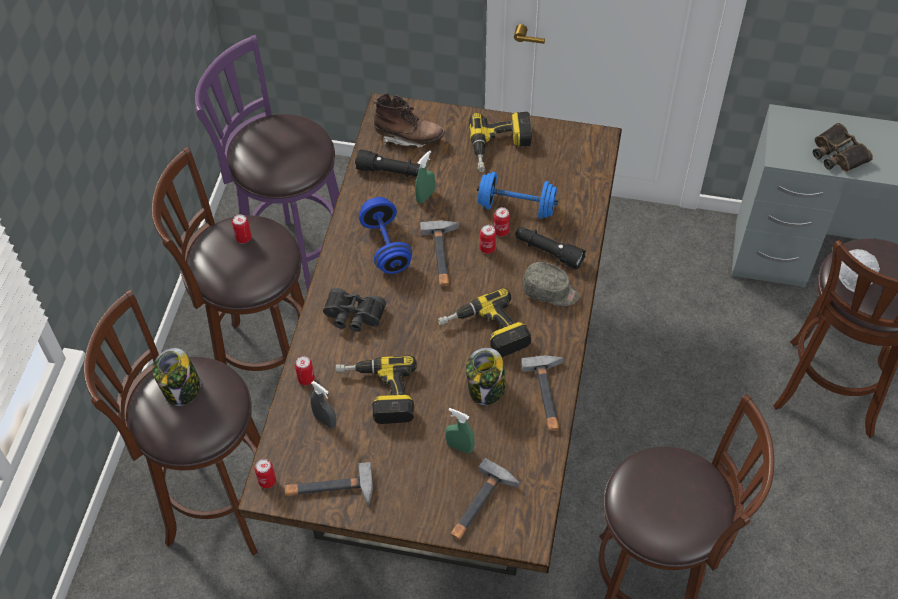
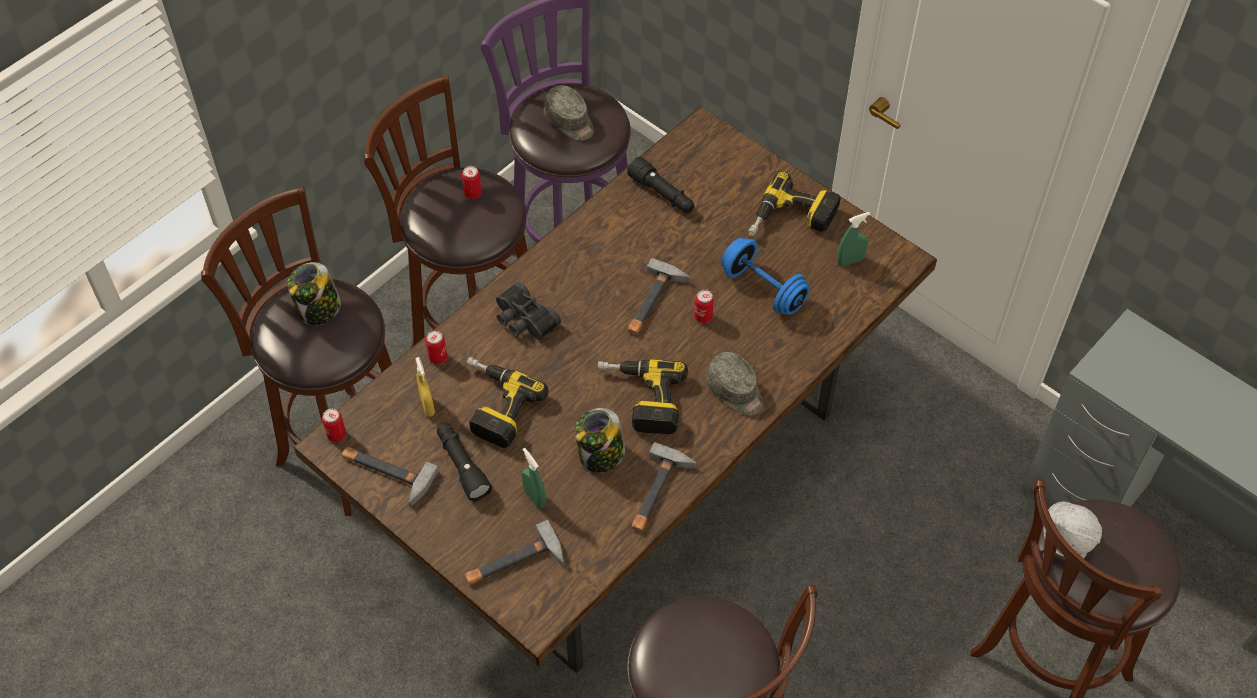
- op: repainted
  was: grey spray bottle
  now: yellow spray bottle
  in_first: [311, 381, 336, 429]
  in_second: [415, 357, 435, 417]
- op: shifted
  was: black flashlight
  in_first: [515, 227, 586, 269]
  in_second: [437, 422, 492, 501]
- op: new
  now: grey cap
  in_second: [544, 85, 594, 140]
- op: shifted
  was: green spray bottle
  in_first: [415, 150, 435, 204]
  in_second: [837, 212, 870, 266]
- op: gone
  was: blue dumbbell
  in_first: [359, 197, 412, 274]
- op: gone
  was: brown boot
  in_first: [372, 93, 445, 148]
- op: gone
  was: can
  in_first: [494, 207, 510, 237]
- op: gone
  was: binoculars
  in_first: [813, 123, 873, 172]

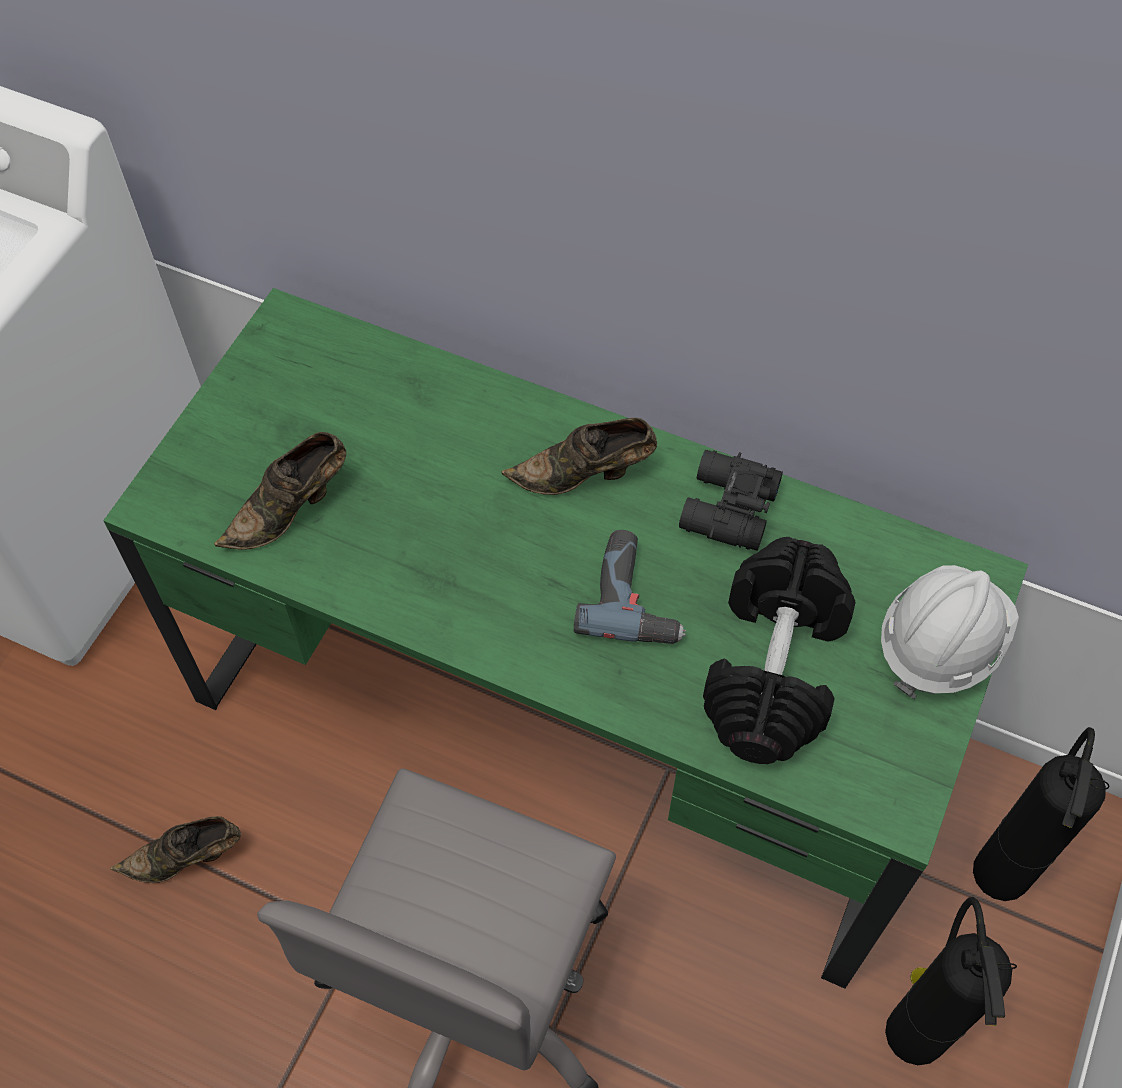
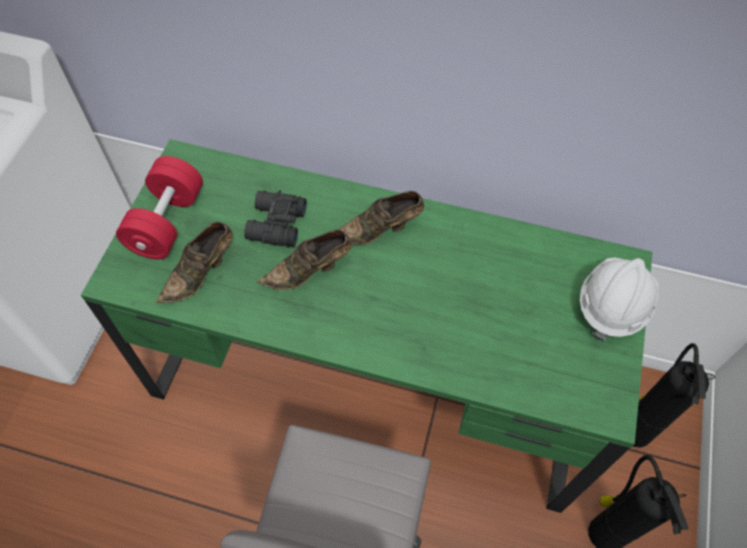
- op: new
  now: red dumbbell
  in_second: [116, 156, 203, 259]
- op: shifted
  was: black binoculars
  in_first: [679, 450, 783, 551]
  in_second: [244, 190, 307, 247]
- op: shifted
  was: brown shoe
  in_first: [110, 816, 241, 883]
  in_second: [257, 230, 352, 290]
- op: gone
  was: power drill
  in_first: [574, 530, 686, 644]
- op: gone
  was: black dumbbell
  in_first: [703, 537, 856, 764]

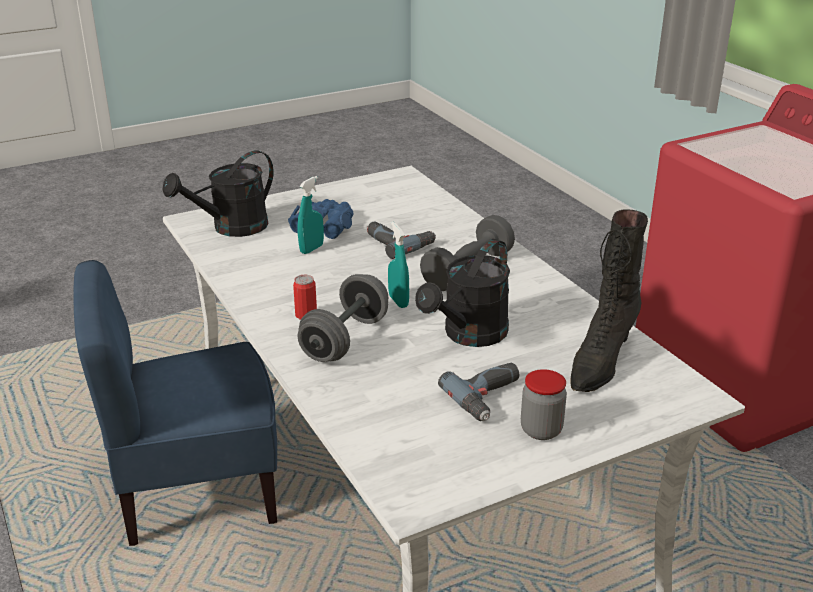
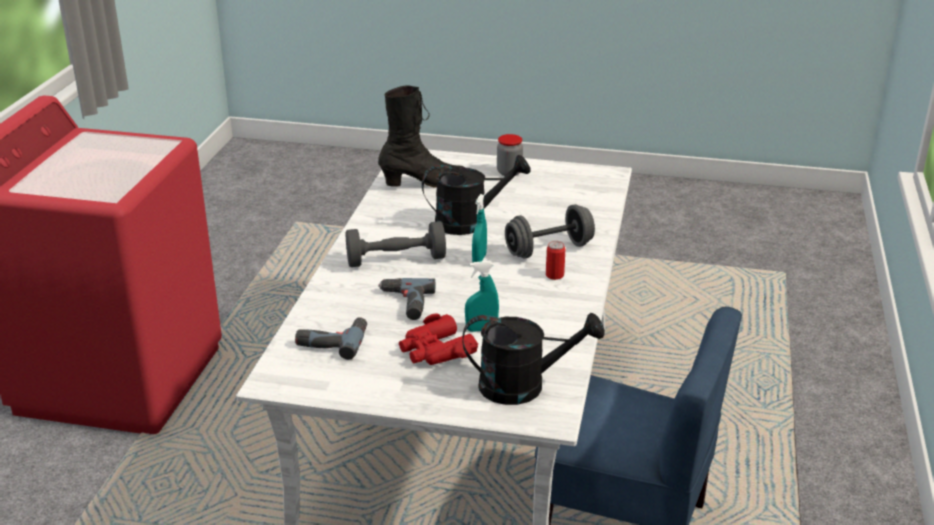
- op: shifted
  was: power drill
  in_first: [438, 362, 519, 421]
  in_second: [295, 317, 367, 360]
- op: repainted
  was: blue binoculars
  now: red binoculars
  in_first: [288, 199, 354, 239]
  in_second: [399, 313, 478, 365]

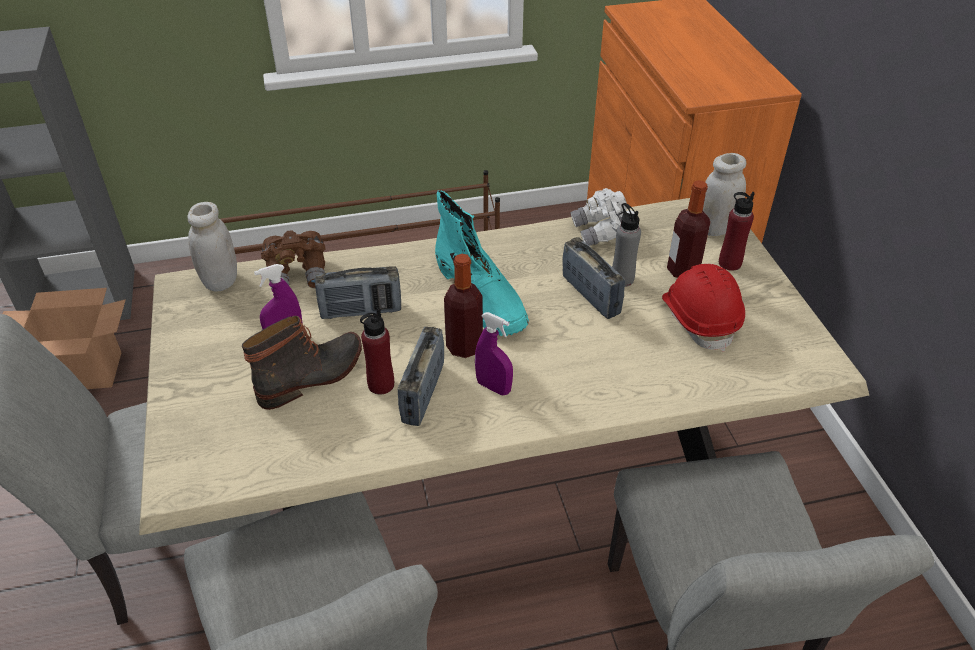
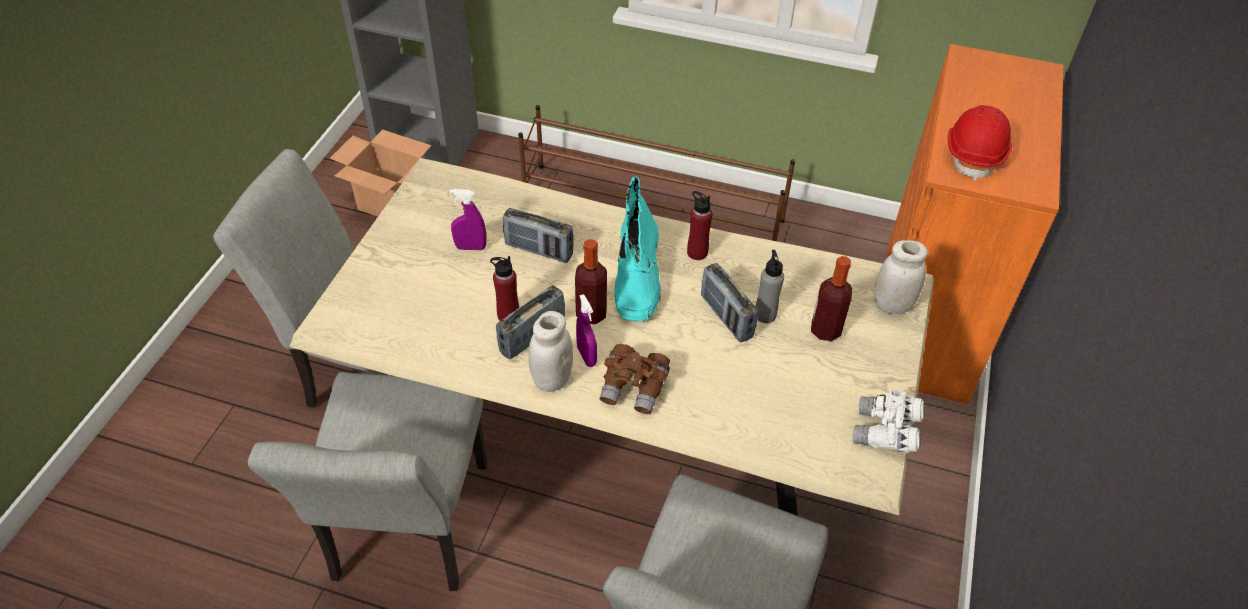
- op: shifted
  was: white jar
  in_first: [187, 202, 237, 292]
  in_second: [528, 311, 573, 392]
- op: shifted
  was: brown binoculars
  in_first: [261, 230, 325, 290]
  in_second: [600, 344, 670, 414]
- op: shifted
  was: red bottle
  in_first: [719, 192, 755, 271]
  in_second: [687, 191, 712, 260]
- op: rotated
  was: radio
  in_first: [562, 237, 625, 319]
  in_second: [701, 263, 758, 342]
  clockwise: 150
- op: shifted
  was: white binoculars
  in_first: [570, 188, 635, 246]
  in_second: [853, 390, 924, 453]
- op: shifted
  was: red hard hat
  in_first: [662, 264, 745, 352]
  in_second: [948, 105, 1012, 181]
- op: gone
  was: boot
  in_first: [242, 316, 362, 410]

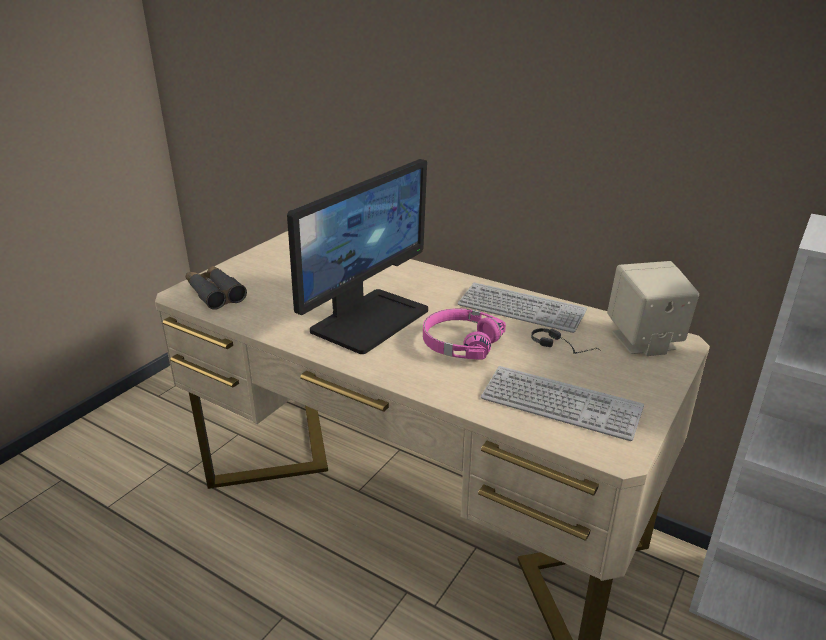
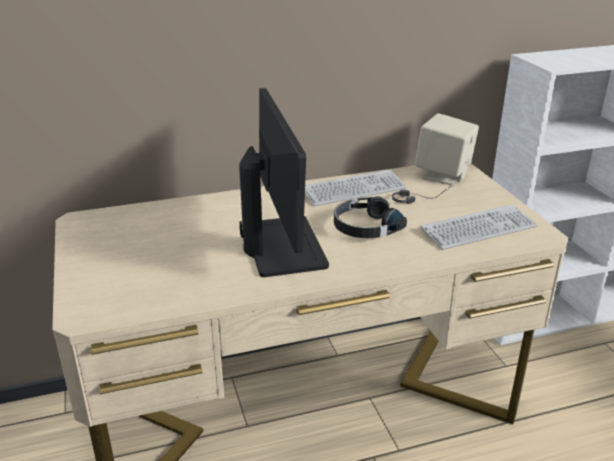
- op: repainted
  was: pink headphones
  now: black headphones
  in_first: [423, 308, 506, 360]
  in_second: [334, 196, 407, 238]
- op: gone
  was: grey binoculars
  in_first: [186, 266, 247, 310]

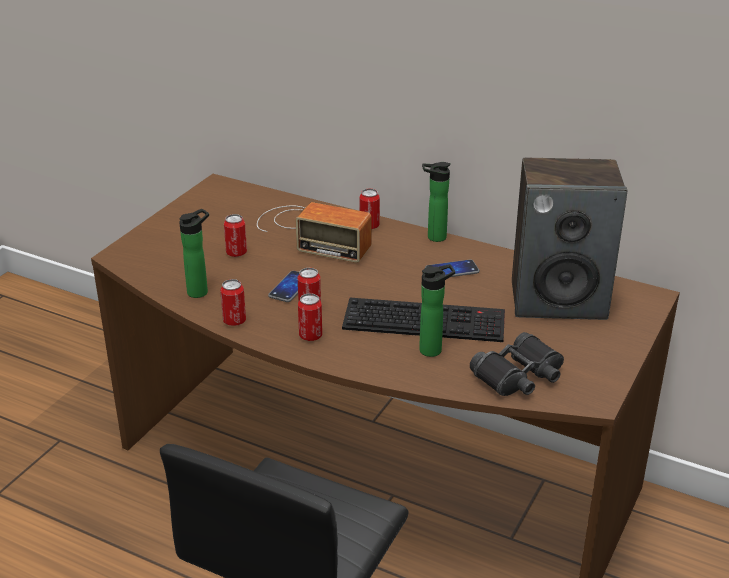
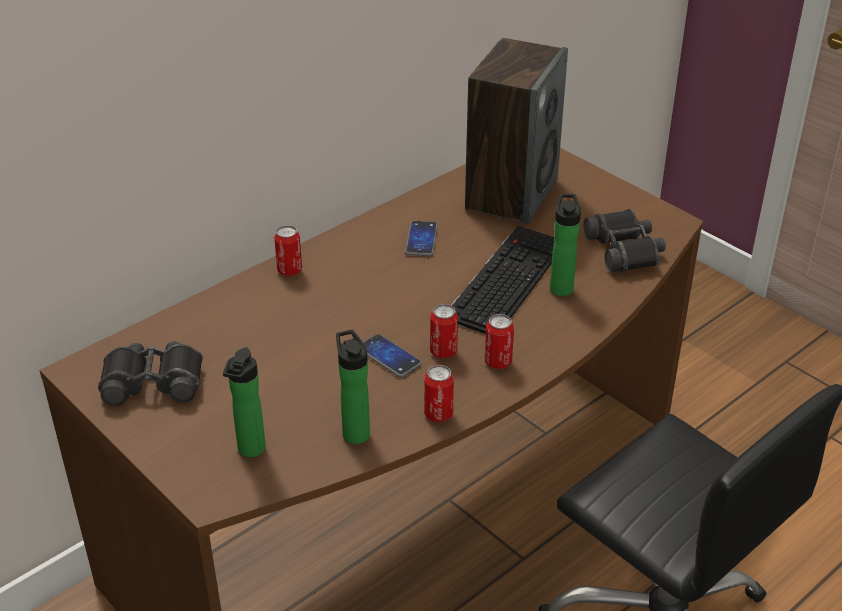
- op: new
  now: black binoculars
  in_second: [98, 341, 203, 406]
- op: shifted
  was: bottle
  in_first: [422, 162, 451, 242]
  in_second: [223, 347, 266, 457]
- op: gone
  was: can
  in_first: [224, 214, 247, 257]
- op: gone
  was: radio
  in_first: [257, 202, 372, 263]

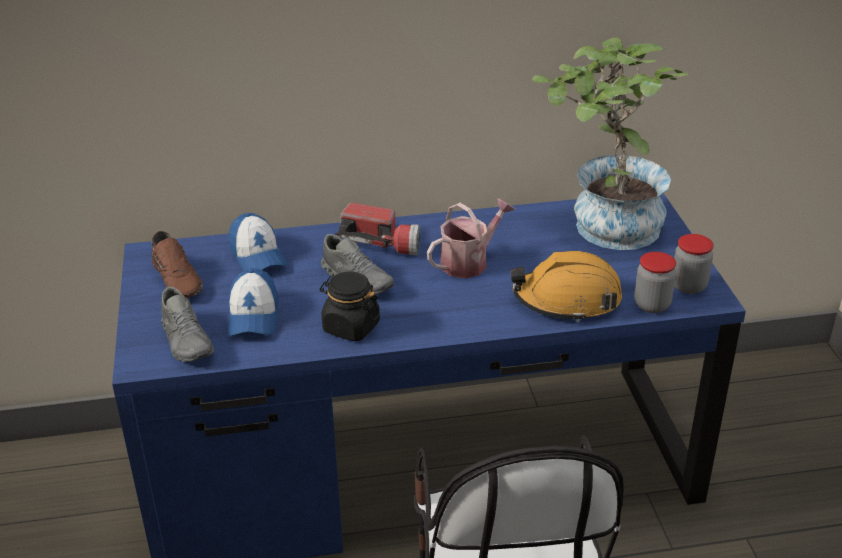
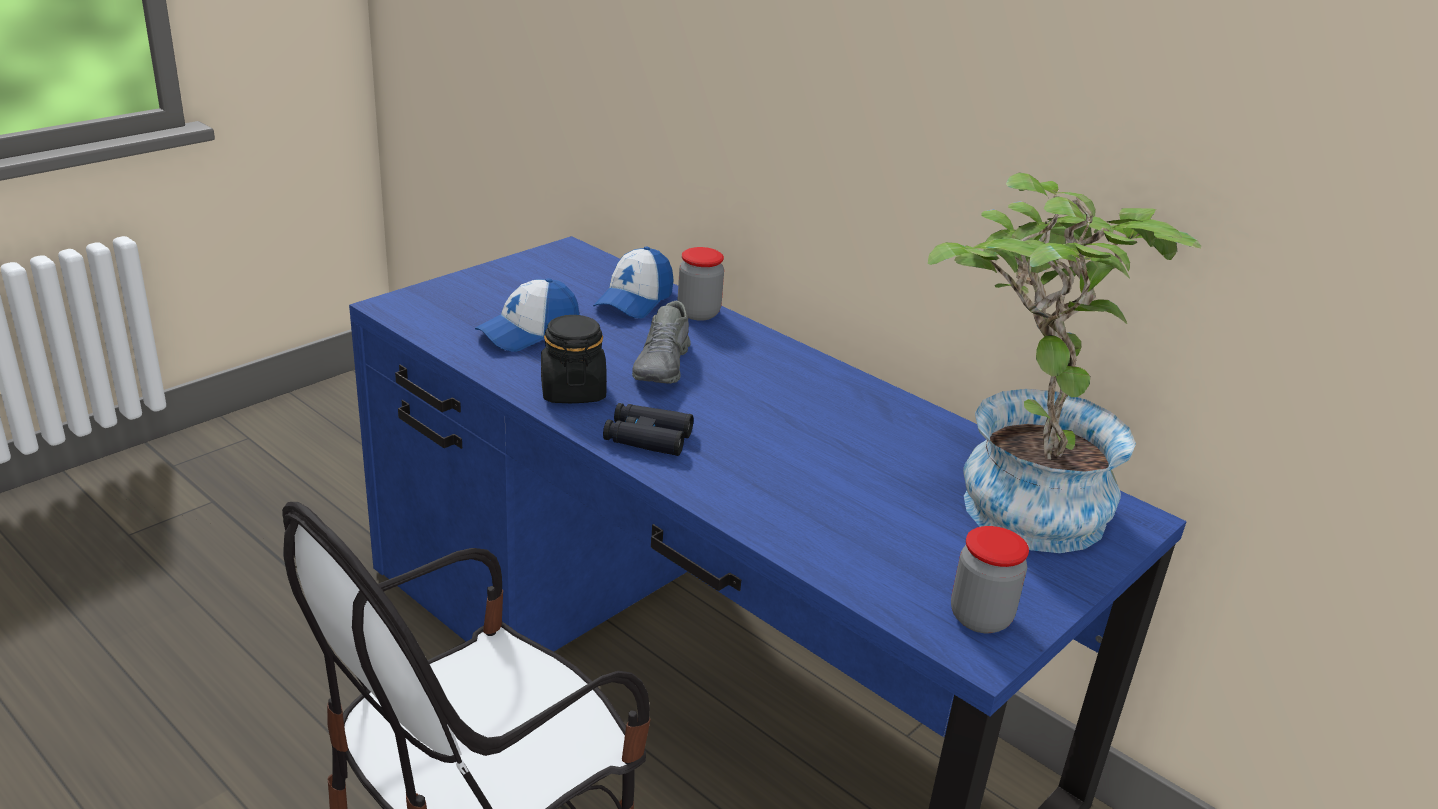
- op: new
  now: black binoculars
  in_second: [603, 403, 693, 456]
- op: shifted
  was: jar
  in_first: [634, 252, 676, 313]
  in_second: [677, 247, 724, 321]
- op: gone
  was: brown shoe
  in_first: [151, 231, 203, 298]
- op: gone
  was: grey shoe
  in_first: [161, 287, 214, 362]
- op: gone
  was: flashlight
  in_first: [335, 202, 420, 255]
- op: gone
  was: watering can
  in_first: [427, 198, 515, 278]
- op: gone
  was: orange hard hat
  in_first: [511, 251, 622, 322]

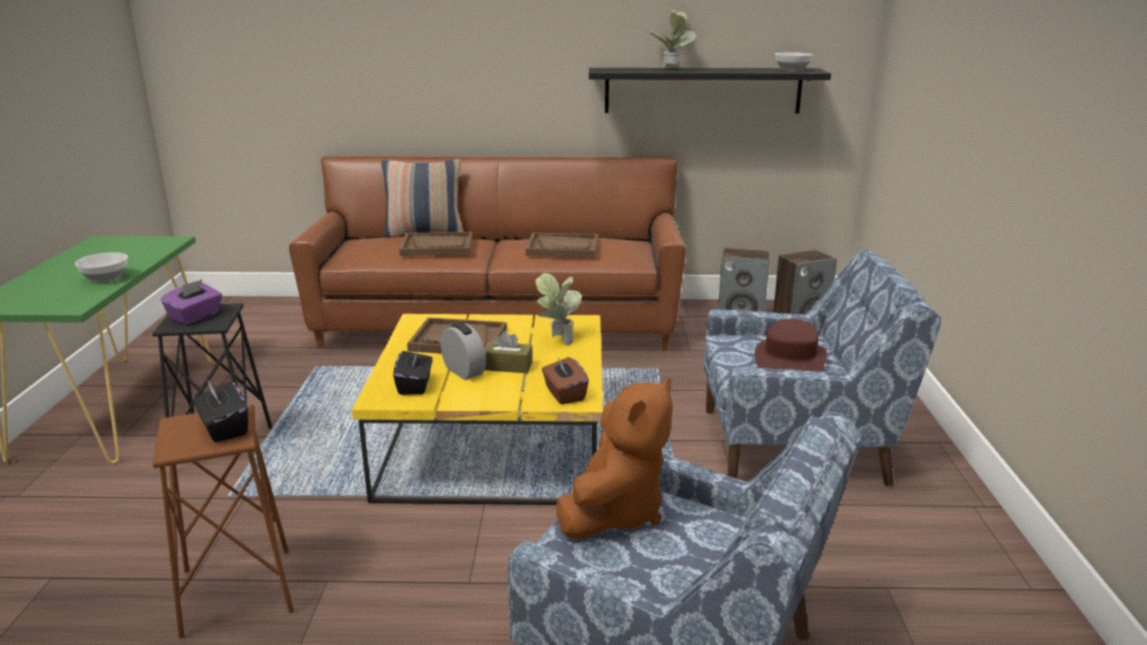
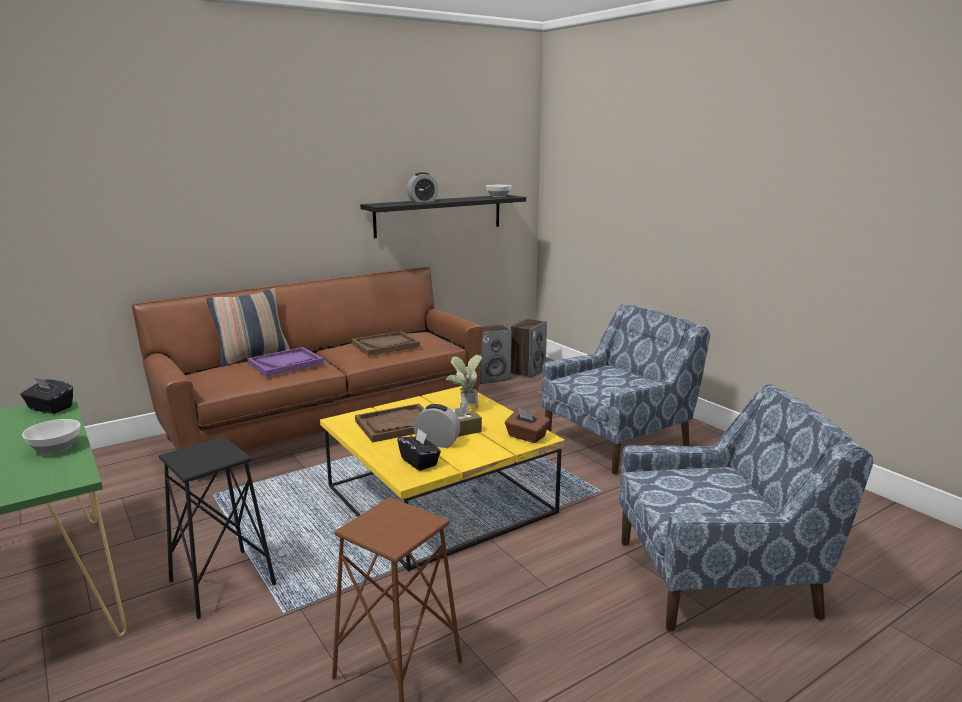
- op: shifted
  was: black tissue box
  in_first: [194, 381, 248, 442]
  in_second: [20, 377, 73, 414]
- op: repainted
  was: brown tray
  now: purple tray
  in_first: [399, 232, 473, 256]
  in_second: [247, 347, 324, 377]
- op: swapped
  was: potted plant
  now: alarm clock
  in_first: [649, 9, 696, 68]
  in_second: [407, 172, 439, 202]
- op: gone
  was: purple tissue box
  in_first: [161, 279, 222, 325]
- op: gone
  was: brown plush toy
  in_first: [556, 378, 673, 538]
- op: gone
  was: brown hat
  in_first: [755, 319, 827, 372]

